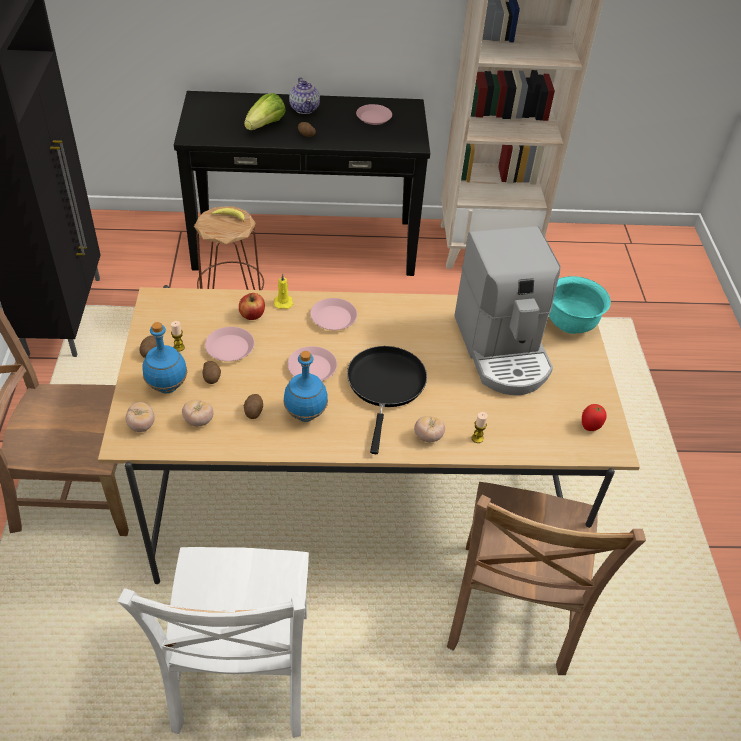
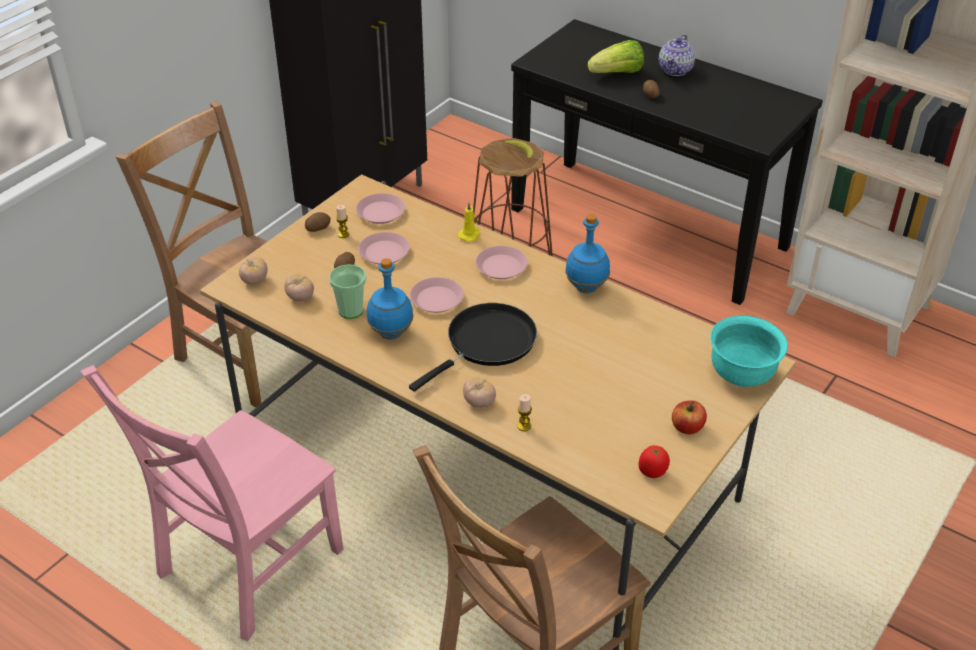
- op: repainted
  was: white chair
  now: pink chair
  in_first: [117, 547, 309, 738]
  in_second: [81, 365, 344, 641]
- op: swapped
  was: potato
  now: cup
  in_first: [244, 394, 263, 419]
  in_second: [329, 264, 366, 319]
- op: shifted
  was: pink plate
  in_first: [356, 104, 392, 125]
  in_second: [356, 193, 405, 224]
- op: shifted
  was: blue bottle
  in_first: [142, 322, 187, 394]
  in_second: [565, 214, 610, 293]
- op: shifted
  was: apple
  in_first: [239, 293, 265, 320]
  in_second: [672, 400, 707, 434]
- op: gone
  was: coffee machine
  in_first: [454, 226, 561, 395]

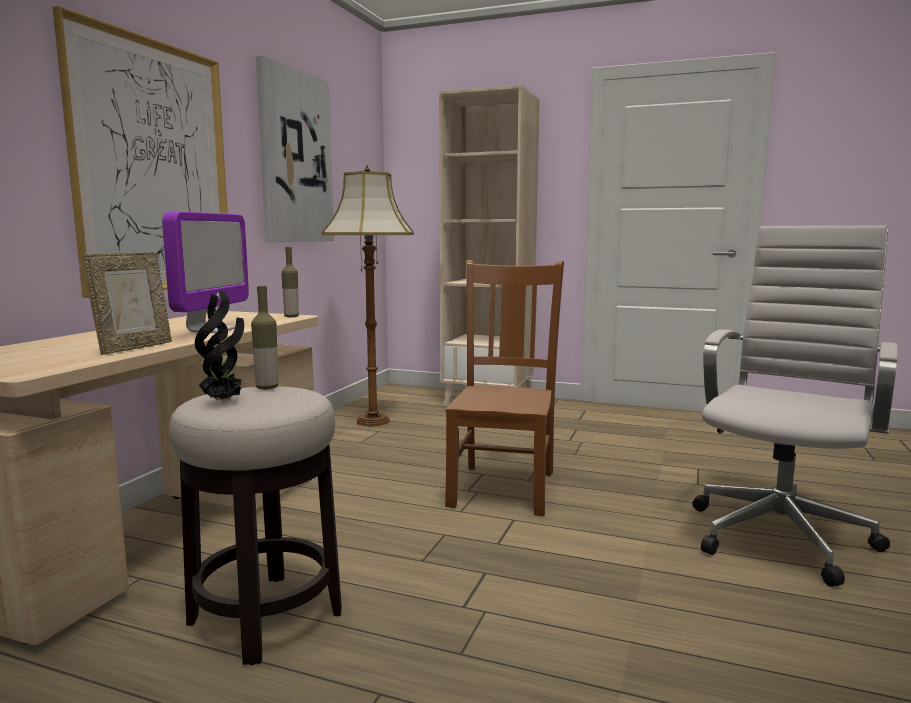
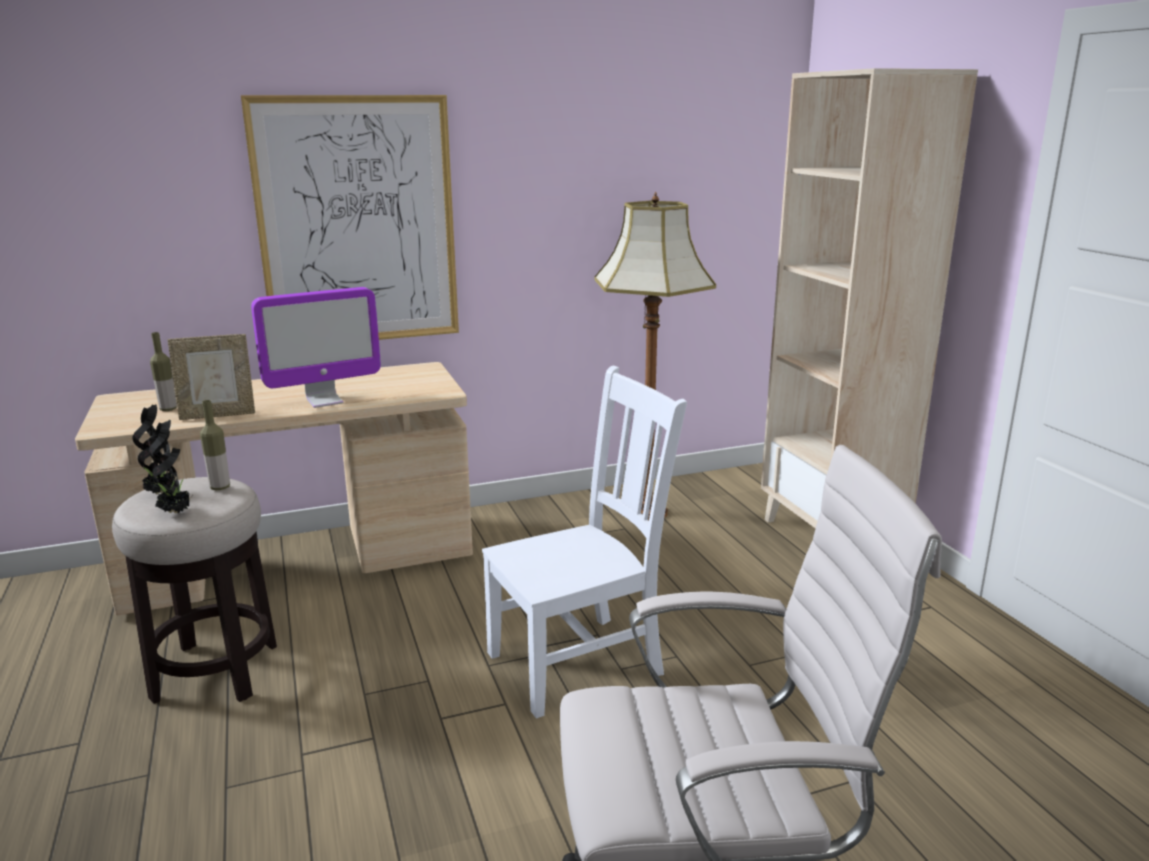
- op: new
  now: potted plant
  in_second: [149, 420, 193, 513]
- op: shifted
  was: bottle
  in_first: [281, 247, 299, 317]
  in_second: [150, 332, 177, 411]
- op: repainted
  was: brown chair
  now: white chair
  in_first: [445, 260, 564, 516]
  in_second: [482, 366, 687, 719]
- op: gone
  was: picture
  in_first: [256, 56, 334, 242]

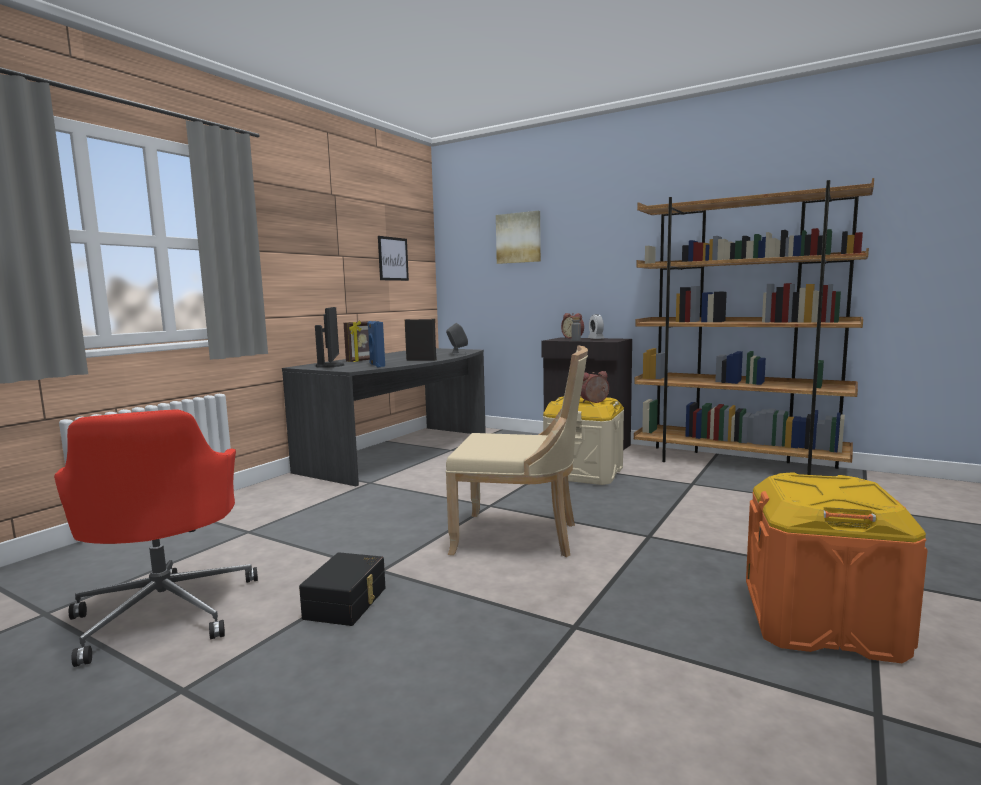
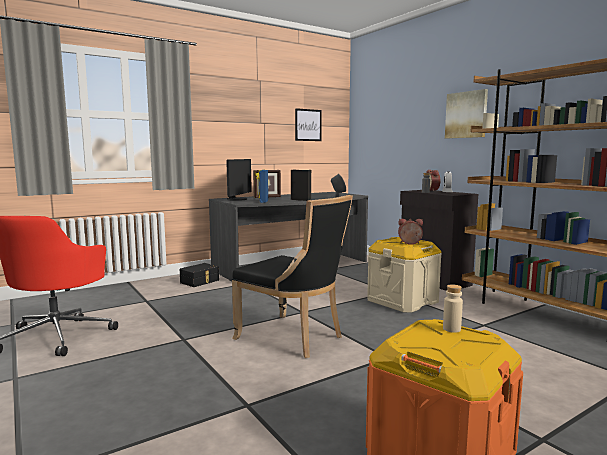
- op: shifted
  was: black storage box
  in_first: [299, 552, 385, 626]
  in_second: [180, 263, 219, 287]
- op: repainted
  was: beige chair
  now: black chair
  in_first: [446, 345, 588, 557]
  in_second: [232, 195, 353, 358]
- op: new
  now: beige bottle
  in_second: [443, 285, 463, 333]
- op: shifted
  was: picture
  in_first: [496, 211, 541, 264]
  in_second: [445, 89, 488, 138]

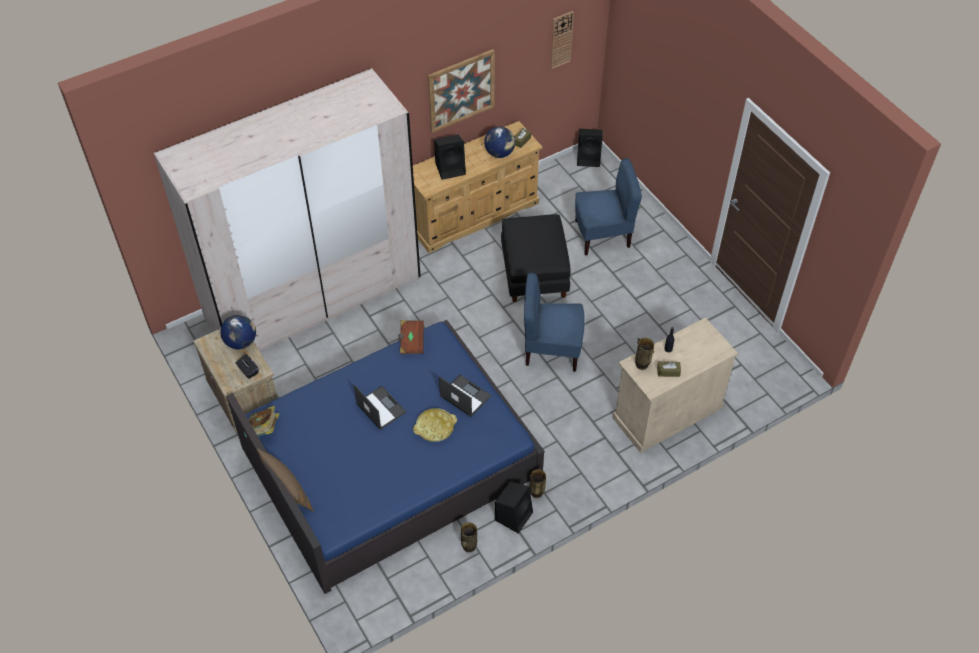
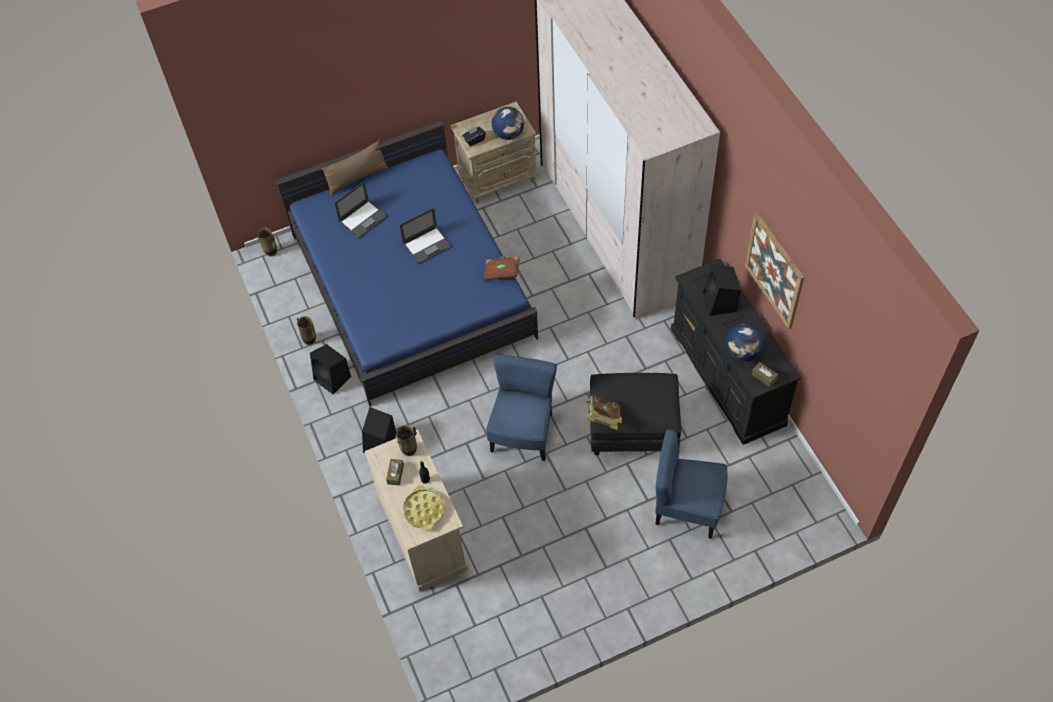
- op: shifted
  was: vase
  in_first: [530, 467, 546, 498]
  in_second: [257, 228, 277, 257]
- op: shifted
  was: laptop
  in_first: [439, 375, 492, 417]
  in_second: [334, 181, 388, 239]
- op: shifted
  was: black speaker
  in_first: [577, 129, 603, 167]
  in_second: [362, 407, 396, 453]
- op: shifted
  was: yellow tray
  in_first: [413, 408, 457, 442]
  in_second: [402, 486, 445, 531]
- op: shifted
  was: book
  in_first: [244, 406, 279, 437]
  in_second: [585, 396, 622, 430]
- op: rotated
  was: blue chair
  in_first: [575, 158, 642, 255]
  in_second: [655, 429, 728, 539]
  clockwise: 105
- op: repainted
  was: beige dresser
  now: black dresser
  in_first: [413, 121, 542, 253]
  in_second: [671, 258, 801, 445]
- op: gone
  was: wall clock
  in_first: [550, 11, 574, 70]

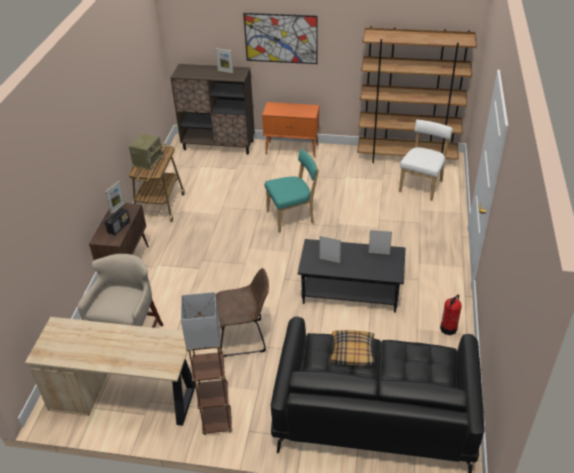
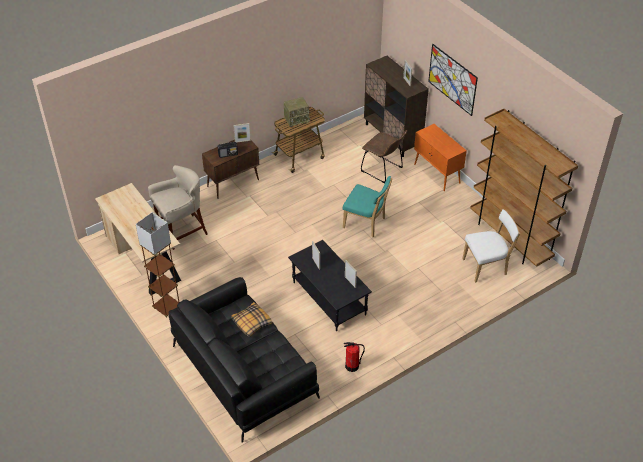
- op: shifted
  was: brown chair
  in_first: [216, 268, 269, 357]
  in_second: [361, 130, 407, 183]

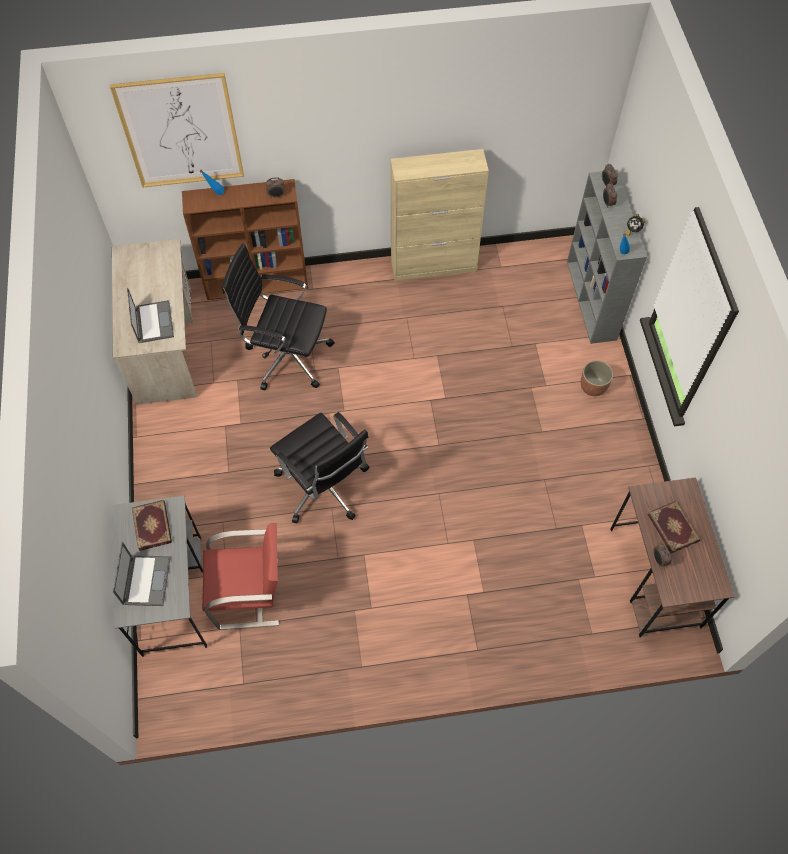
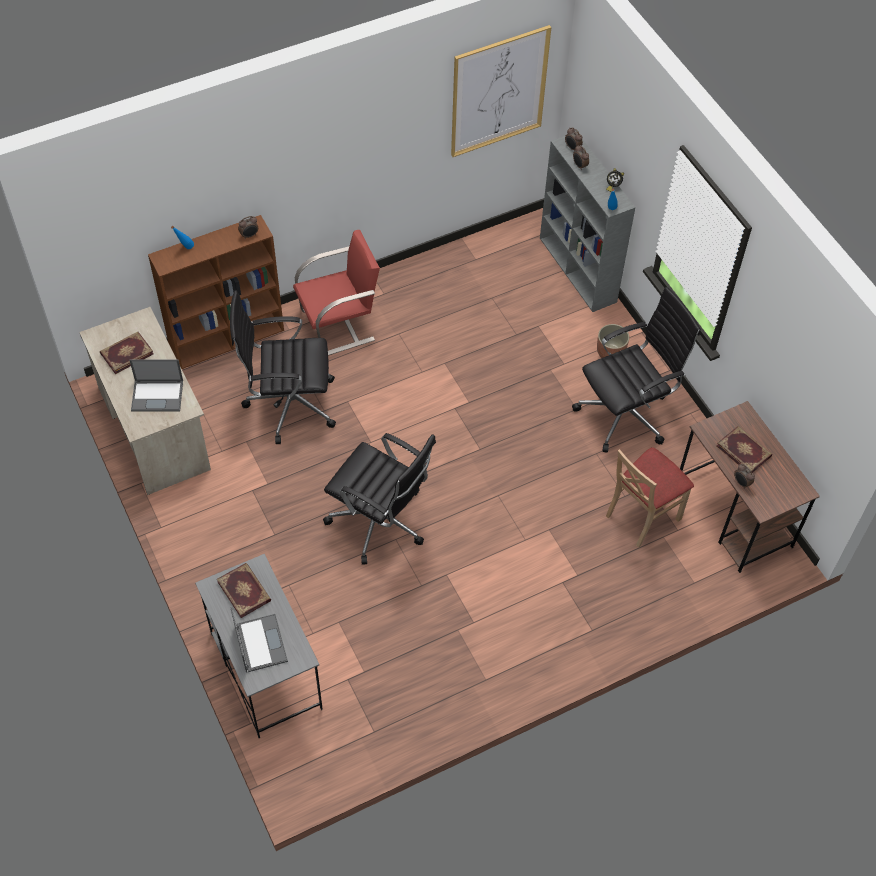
- op: new
  now: book
  in_second: [100, 332, 153, 374]
- op: rotated
  was: laptop
  in_first: [127, 288, 174, 343]
  in_second: [129, 360, 183, 412]
  clockwise: 120
- op: shifted
  was: red chair
  in_first: [202, 523, 279, 630]
  in_second: [293, 230, 380, 355]
- op: shifted
  was: picture
  in_first: [110, 73, 244, 188]
  in_second: [451, 25, 551, 157]
- op: new
  now: black office chair
  in_second: [572, 287, 700, 453]
- op: new
  now: beige chair
  in_second: [606, 447, 694, 548]
- op: gone
  was: beige cabinet
  in_first: [391, 149, 489, 281]

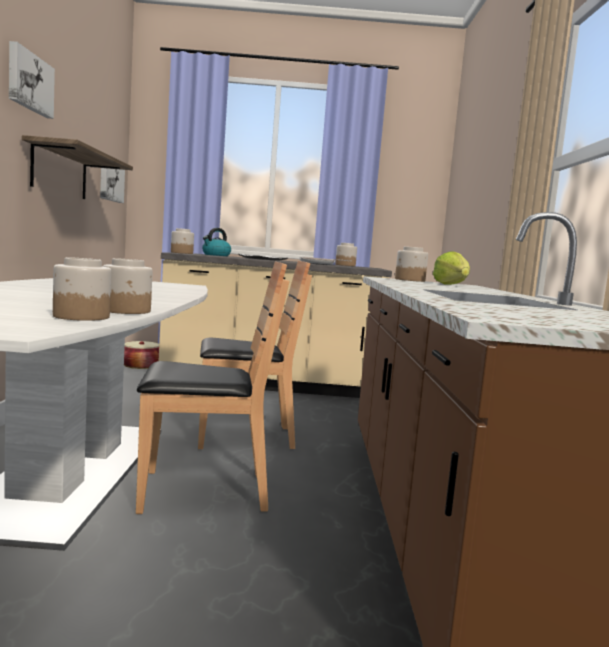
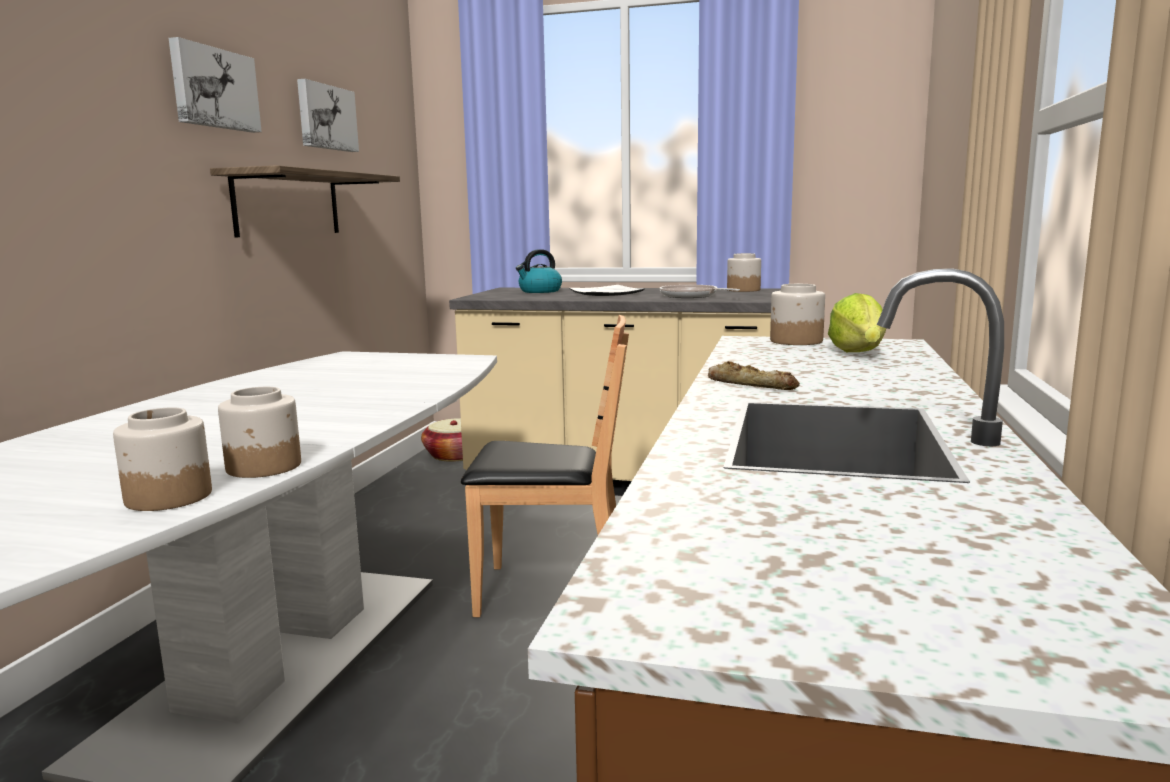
- op: shifted
  was: picture
  in_first: [100, 168, 125, 203]
  in_second: [297, 79, 359, 152]
- op: new
  now: bread
  in_second: [708, 361, 800, 390]
- op: gone
  was: brown chair
  in_first: [136, 262, 290, 514]
- op: gone
  was: jar
  in_first: [171, 228, 194, 254]

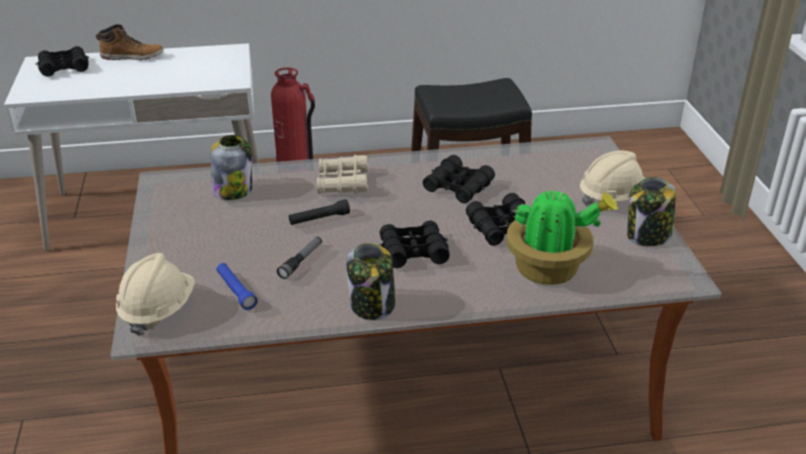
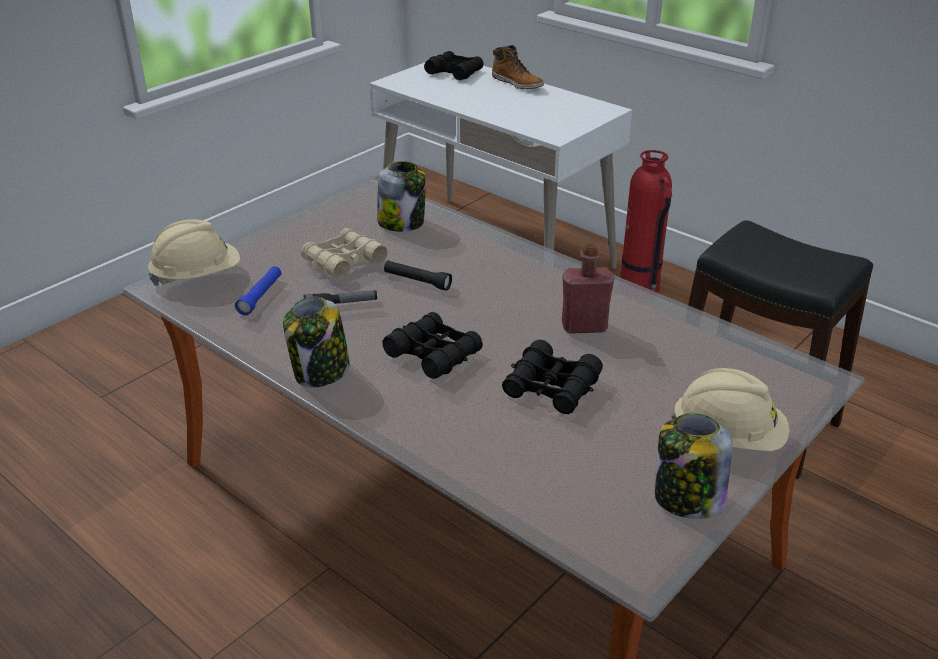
- op: shifted
  was: beige binoculars
  in_first: [317, 155, 368, 194]
  in_second: [301, 228, 388, 279]
- op: swapped
  was: black binoculars
  now: red bottle
  in_first: [423, 155, 495, 203]
  in_second: [562, 243, 614, 334]
- op: gone
  was: potted plant
  in_first: [506, 185, 618, 285]

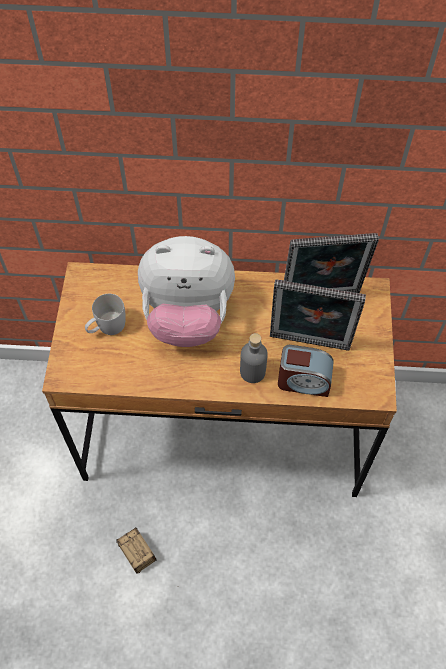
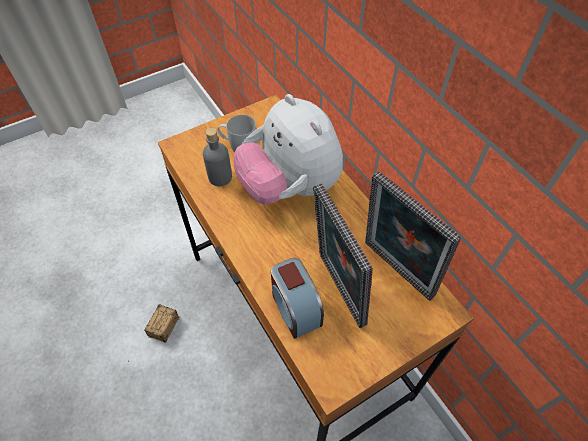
- op: shifted
  was: grey bottle
  in_first: [240, 333, 268, 383]
  in_second: [203, 128, 232, 186]

